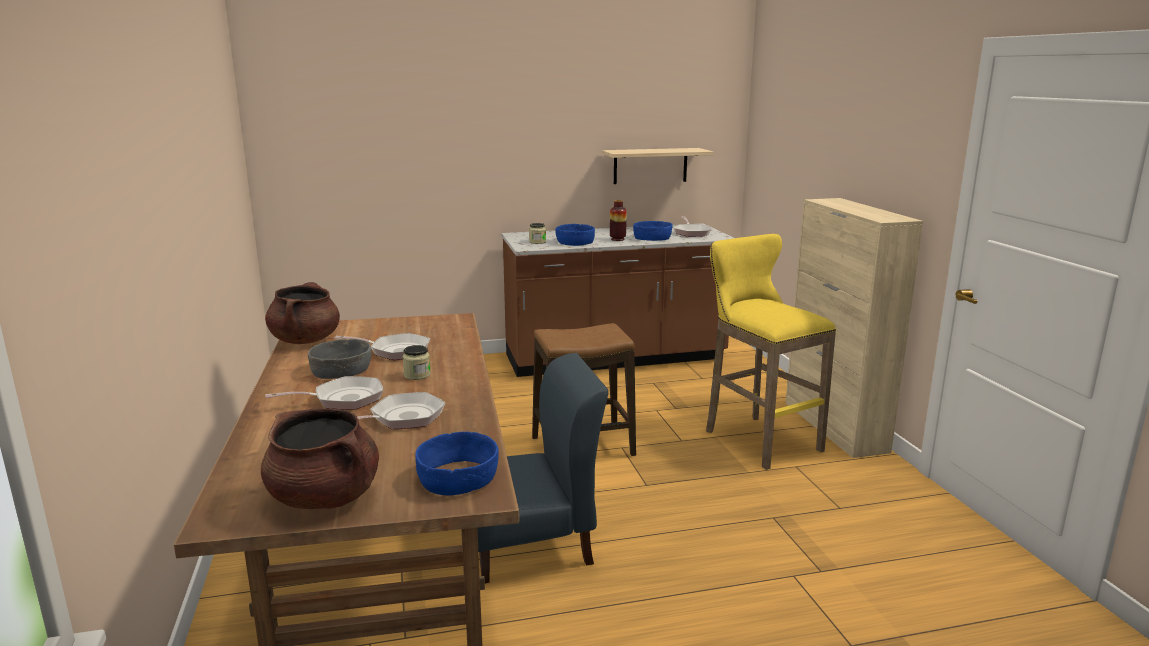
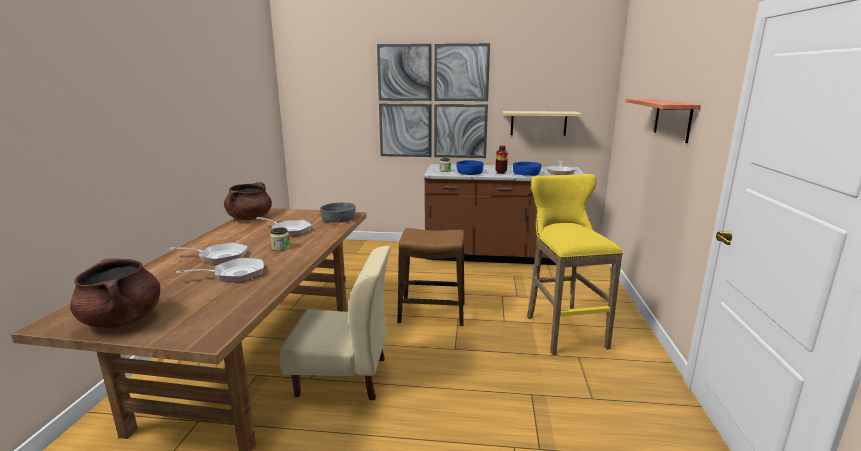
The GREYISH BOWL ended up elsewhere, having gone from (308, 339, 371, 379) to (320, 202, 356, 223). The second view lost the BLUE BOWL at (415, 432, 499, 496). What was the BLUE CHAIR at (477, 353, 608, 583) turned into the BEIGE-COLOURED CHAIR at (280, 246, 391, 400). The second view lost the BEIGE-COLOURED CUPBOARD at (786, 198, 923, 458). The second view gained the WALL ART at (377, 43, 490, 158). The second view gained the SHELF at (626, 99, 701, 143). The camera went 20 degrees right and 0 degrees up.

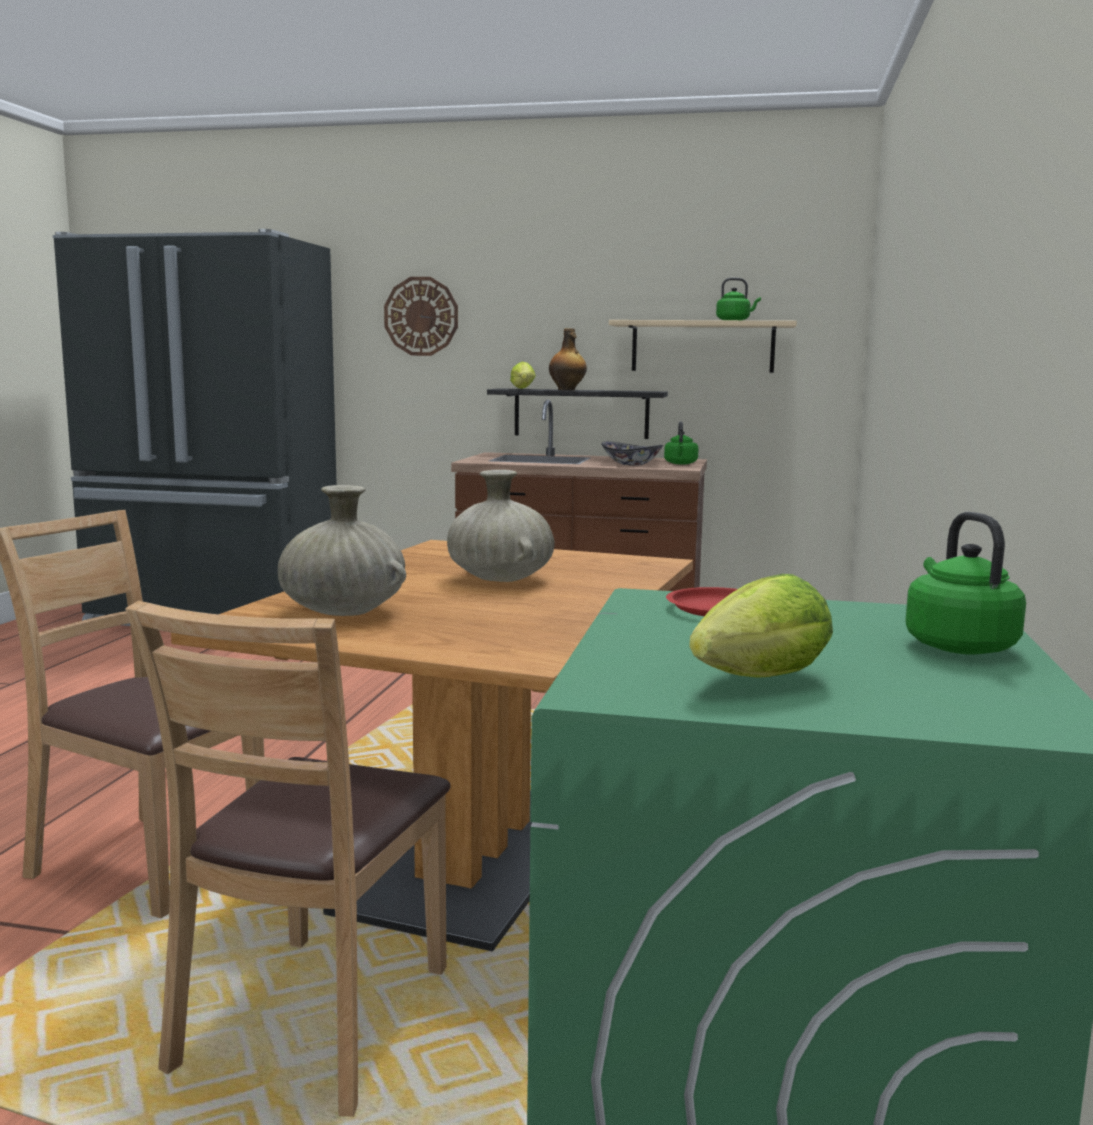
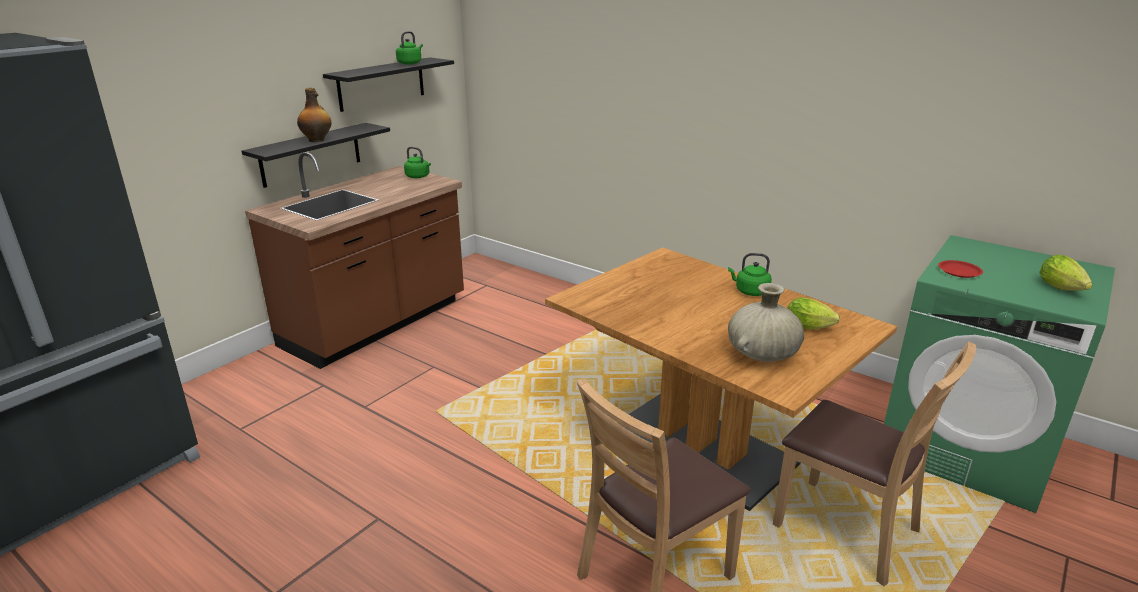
The second view lost the CLOCK ON THE WALL at (384, 277, 458, 356). The second view lost the BEIGE-COLOURED VASE at (447, 470, 555, 582). The LETTUCE ended up elsewhere, having gone from (510, 362, 536, 389) to (787, 297, 840, 330). The second view lost the BOWL at (601, 441, 663, 465). What was the BEIGE-COLOURED SHELF at (609, 320, 797, 373) turned into the BLACKISH SHELF at (323, 57, 454, 112). The GREENISH TEA KETTLE ended up elsewhere, having gone from (905, 512, 1026, 654) to (728, 253, 772, 296). The camera went 65 degrees left and 15 degrees up.

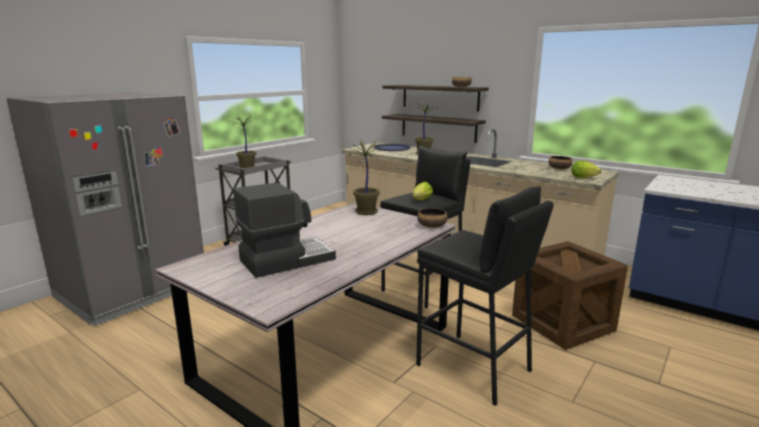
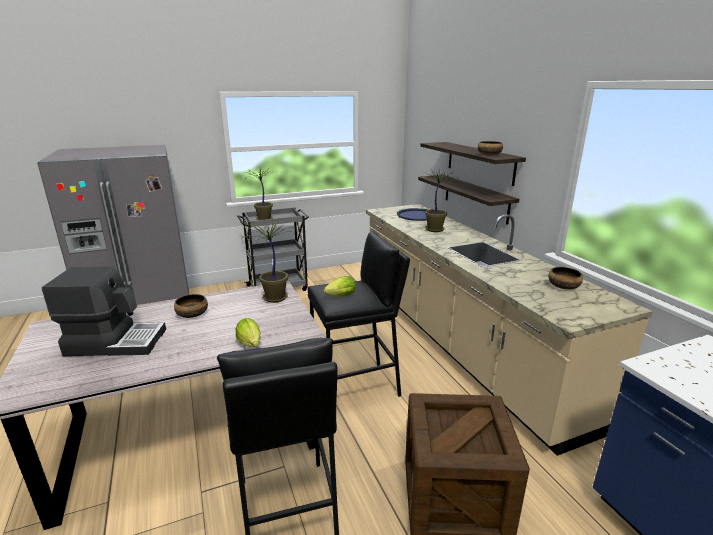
The BOWL ended up elsewhere, having gone from (417, 208, 448, 228) to (174, 294, 208, 318). The LETTUCE ended up elsewhere, having gone from (571, 161, 601, 178) to (236, 318, 261, 347). The camera went 30 degrees right and 5 degrees up.

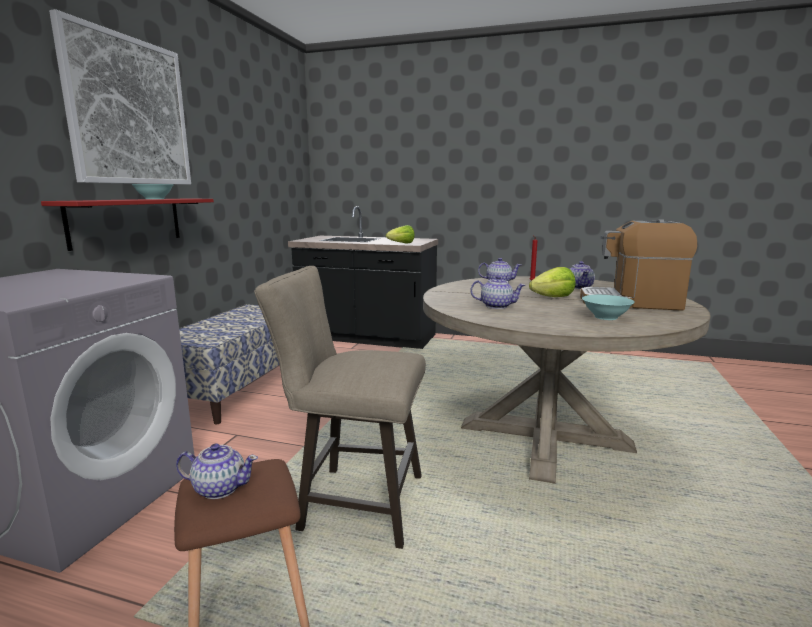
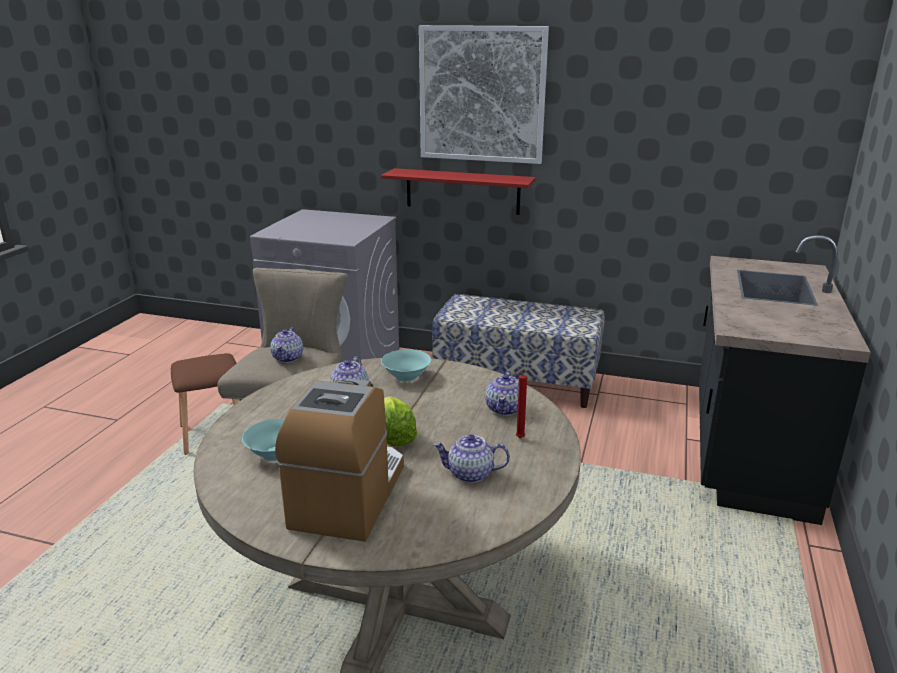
The TURQUOISE BOWL ended up elsewhere, having gone from (131, 184, 174, 199) to (381, 349, 431, 382). The TEA POT ended up elsewhere, having gone from (176, 443, 258, 499) to (270, 327, 303, 363). The second view lost the LETTUCE at (386, 225, 415, 244). The camera went 90 degrees right and 10 degrees up.

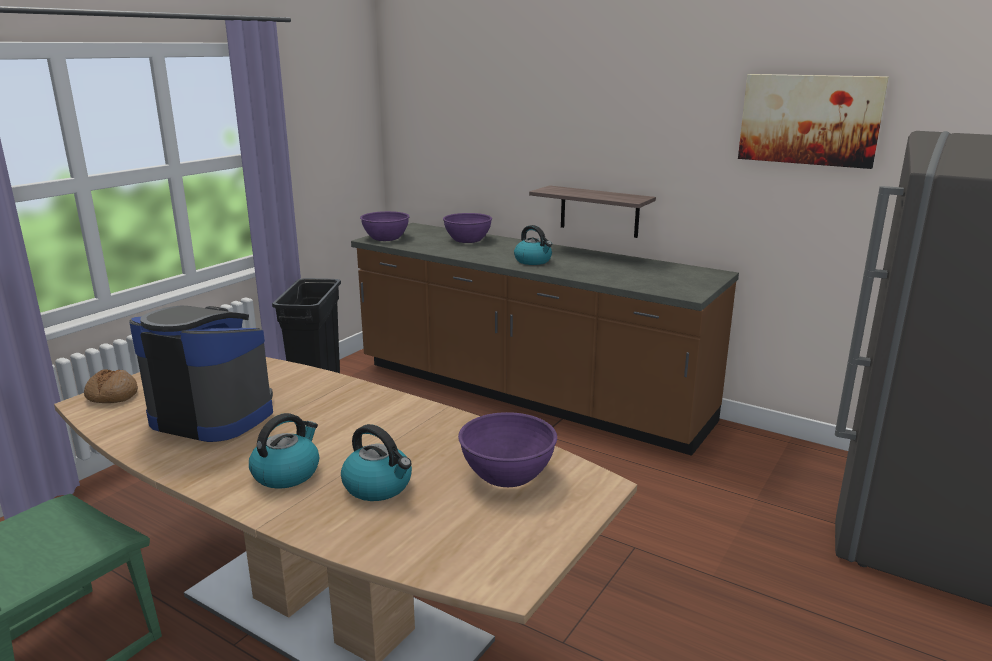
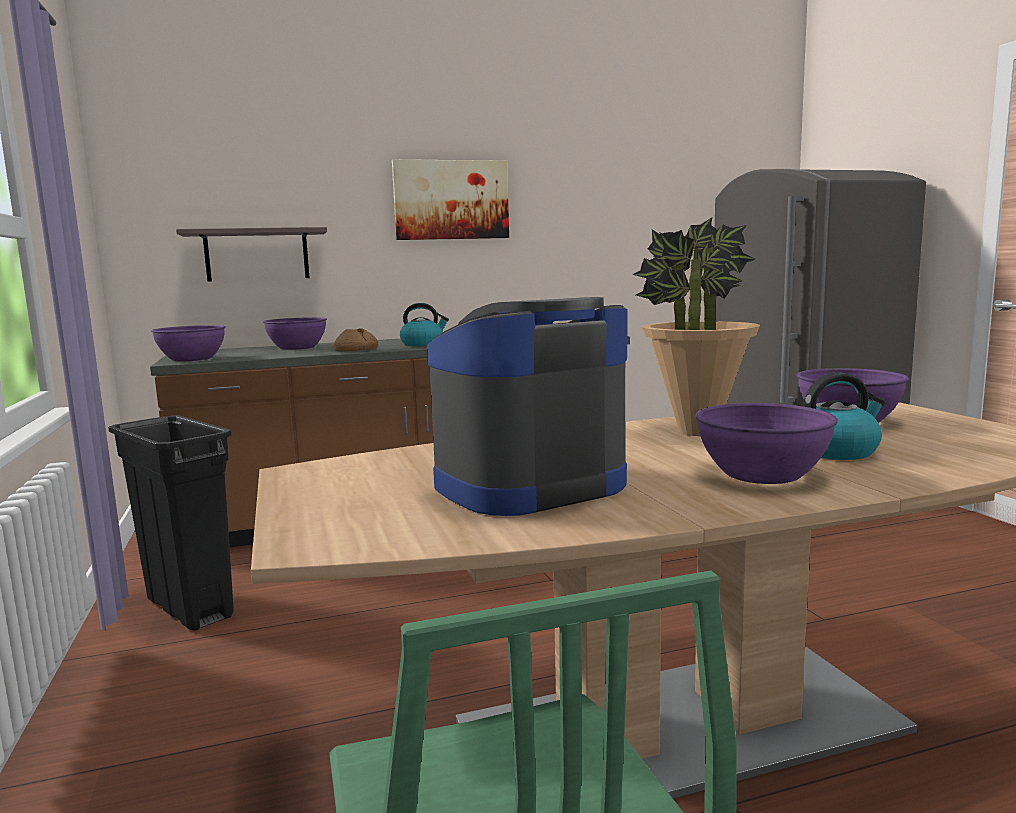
The BAKERY BREAD ended up elsewhere, having gone from (84, 369, 138, 403) to (334, 328, 378, 351). Where the TEA KETTLE stood at (249, 413, 319, 489), the PURPLE-COLOURED BOWL came to stand at (695, 403, 838, 484). The SHELF ended up elsewhere, having gone from (529, 185, 656, 238) to (176, 227, 327, 281). The WALL ART ended up elsewhere, having gone from (738, 74, 889, 169) to (392, 159, 509, 240). The second view gained the HOUSEPLANT at (632, 217, 760, 436). The camera went 50 degrees left and 10 degrees down.

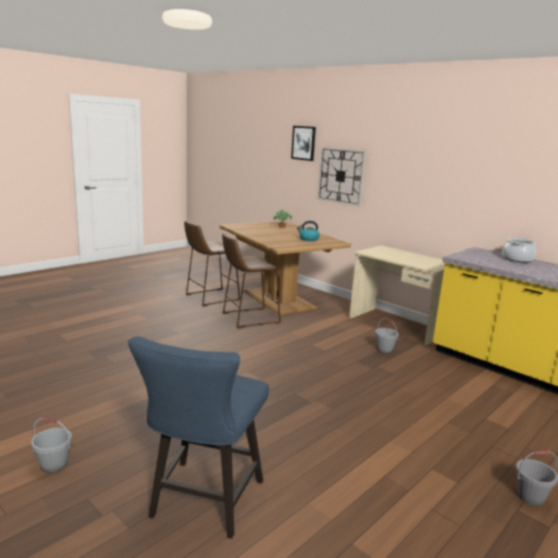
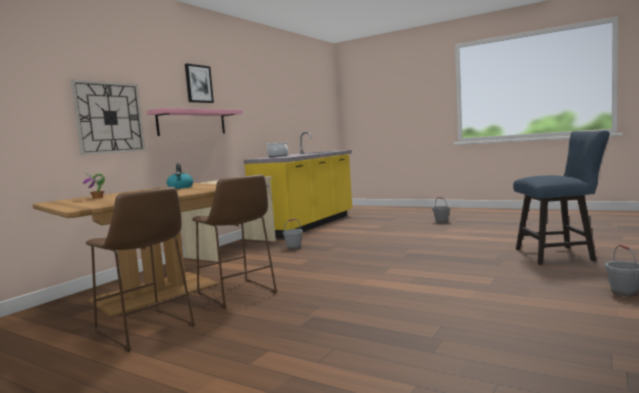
The WALL ART ended up elsewhere, having gone from (291, 126, 316, 161) to (185, 63, 214, 103). The second view gained the PINK SHELF at (147, 108, 243, 136). The camera went 100 degrees left and 10 degrees down.

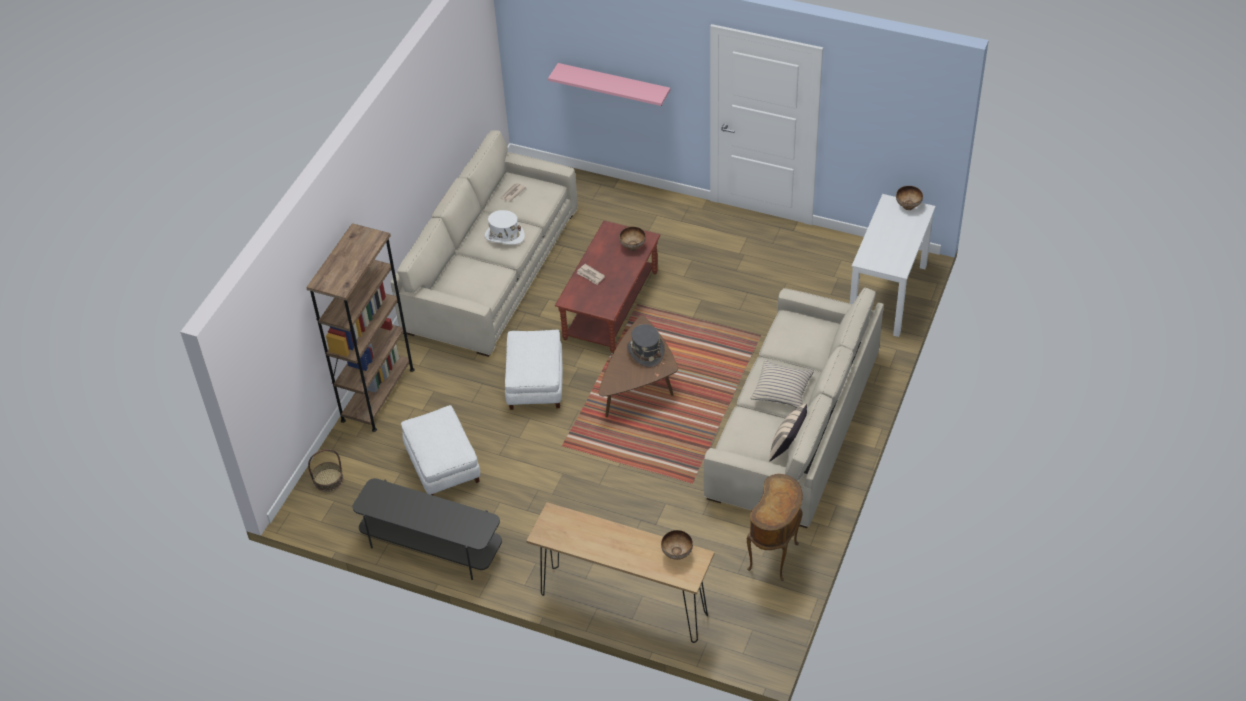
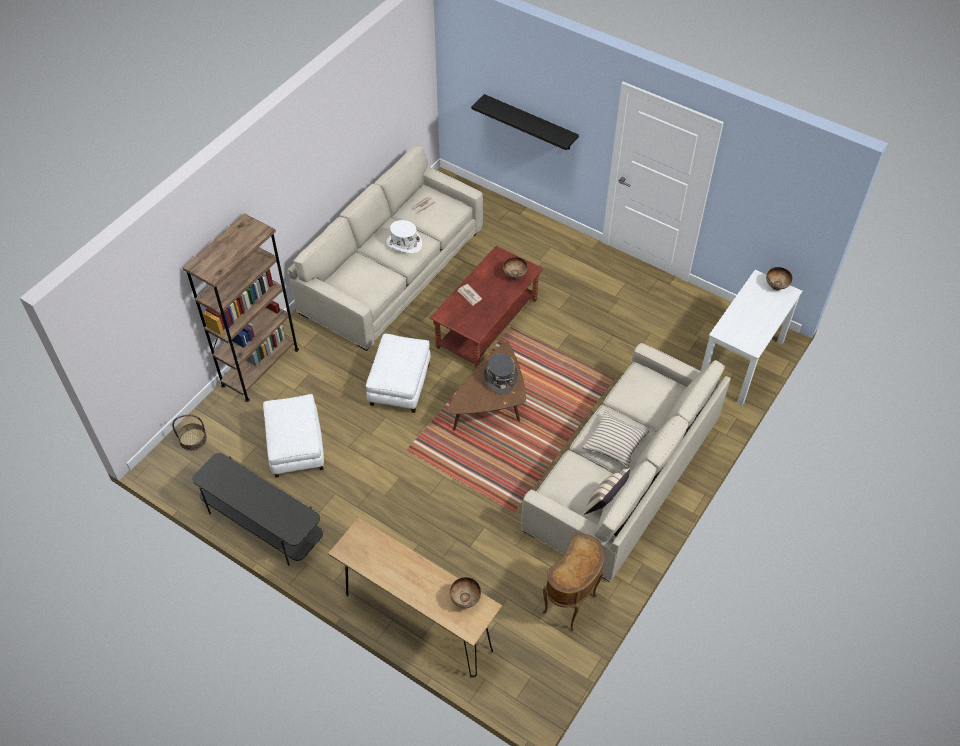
What was the PINK SHELF at (548, 63, 670, 106) turned into the BLACKISH SHELF at (471, 94, 579, 150). The camera went 10 degrees right and 5 degrees up.

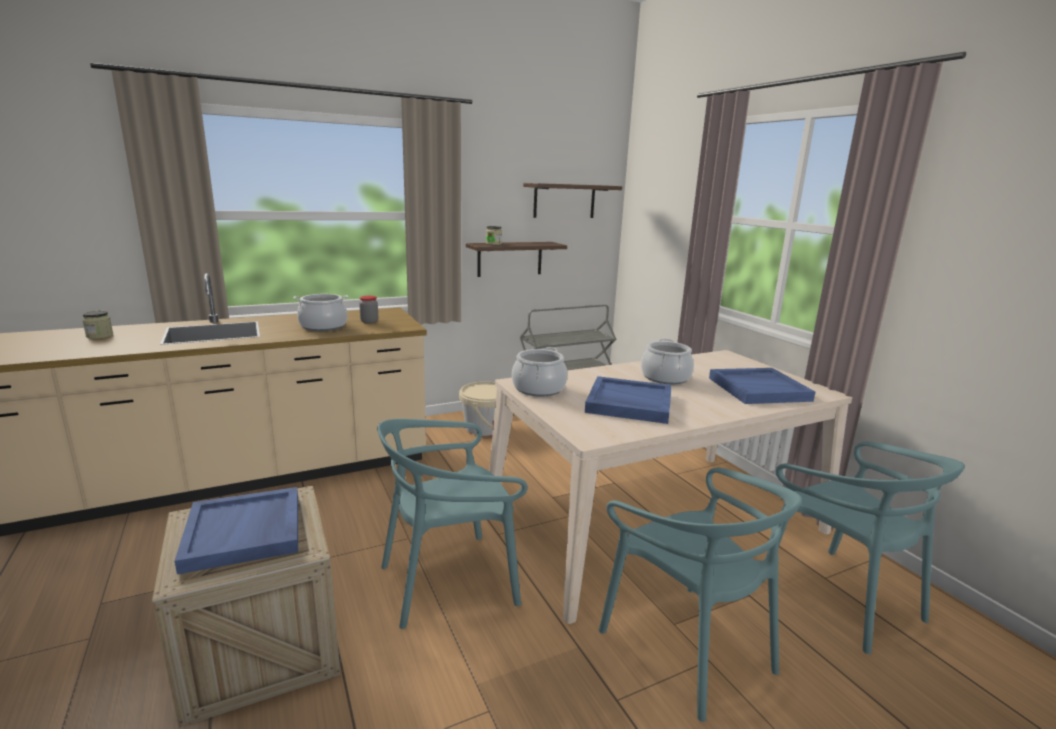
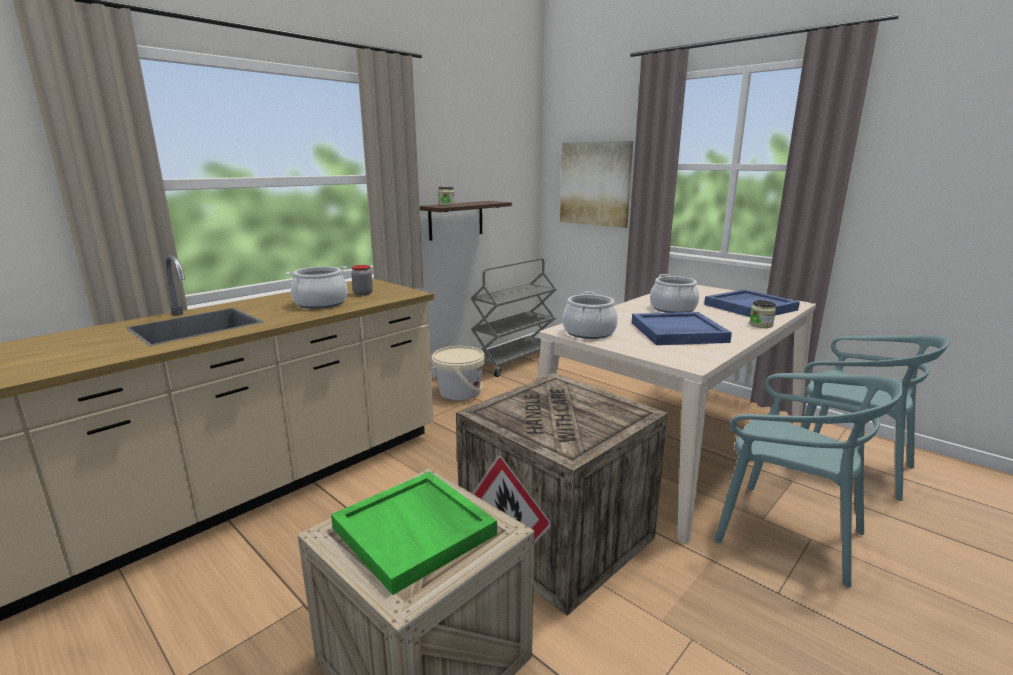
The STORAGE JAR ended up elsewhere, having gone from (82, 311, 113, 339) to (749, 300, 776, 328). What was the BLUE TRAY at (175, 487, 298, 574) turned into the GREENISH TRAY at (331, 471, 497, 595). Where the TURQUOISE CHAIR stood at (377, 419, 528, 629), the PACKING CRATE came to stand at (456, 373, 668, 616). The second view lost the SHELF at (523, 183, 622, 218). The second view gained the WALL ART at (560, 141, 633, 228). The camera went 20 degrees left and 0 degrees up.

